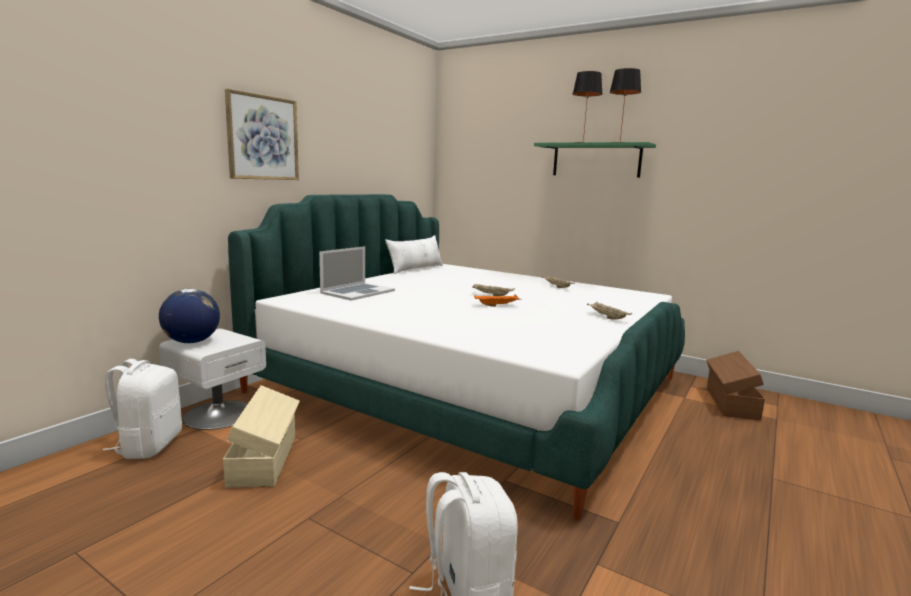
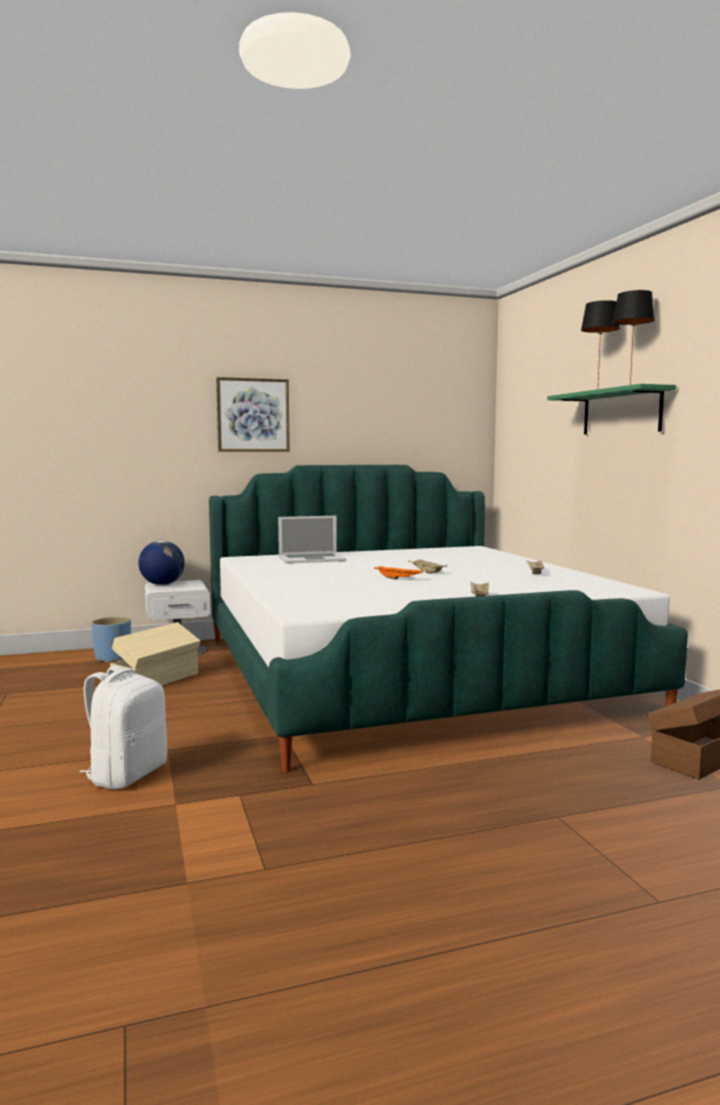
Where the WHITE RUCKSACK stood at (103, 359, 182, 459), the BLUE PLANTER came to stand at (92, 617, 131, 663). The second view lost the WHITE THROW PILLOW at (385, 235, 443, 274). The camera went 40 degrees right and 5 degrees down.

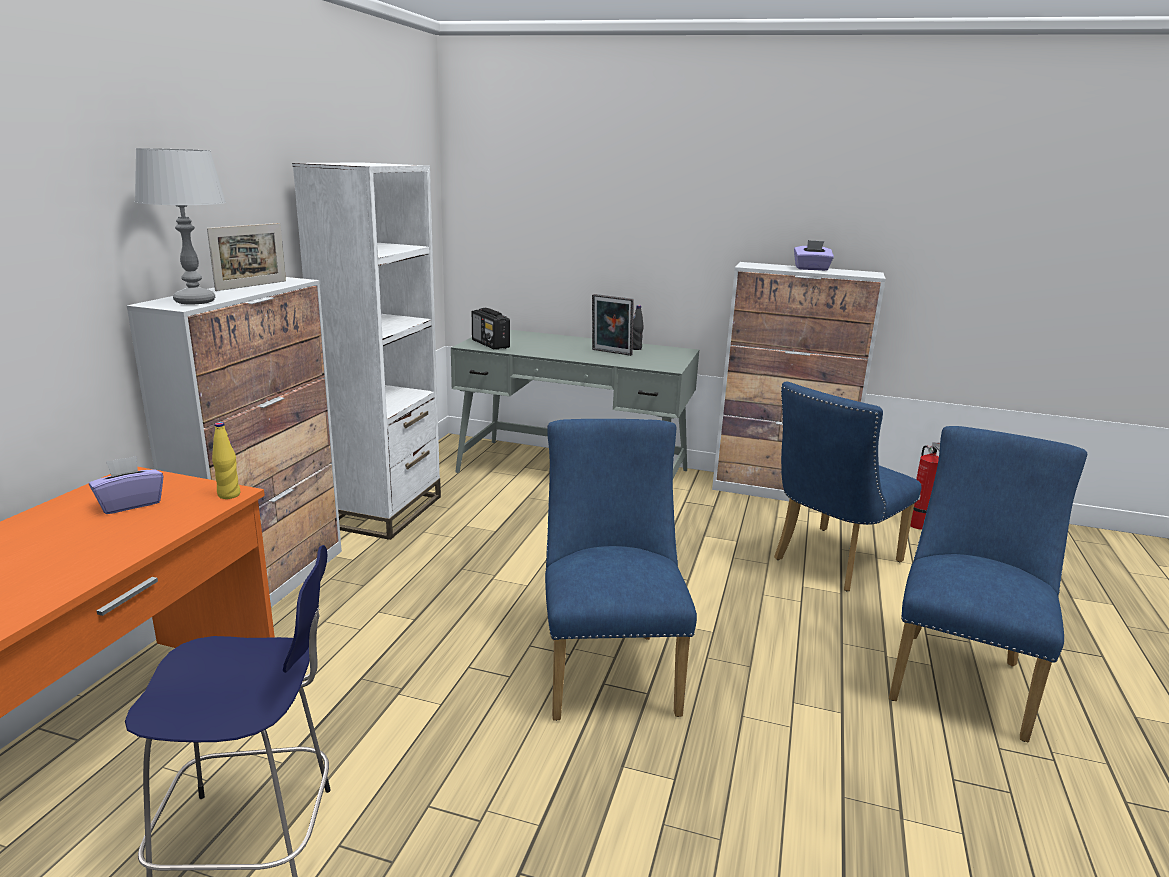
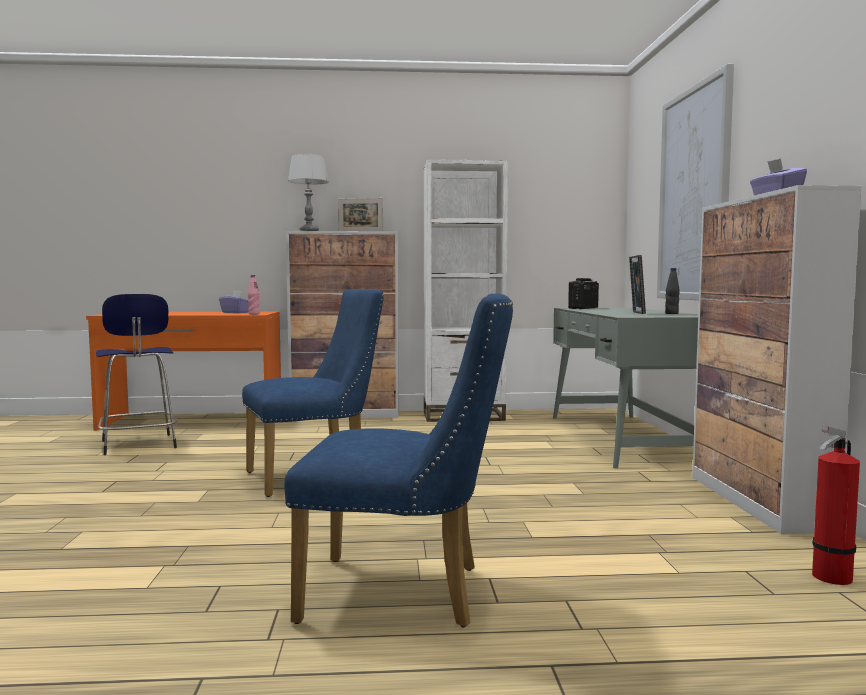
What was the YELLOWISH BOTTLE at (212, 422, 240, 499) turned into the PINK BOTTLE at (248, 275, 260, 315). The second view lost the BLUE CHAIR at (774, 382, 921, 591). The second view gained the WALL ART at (657, 64, 734, 300). The camera went 70 degrees right and 15 degrees down.

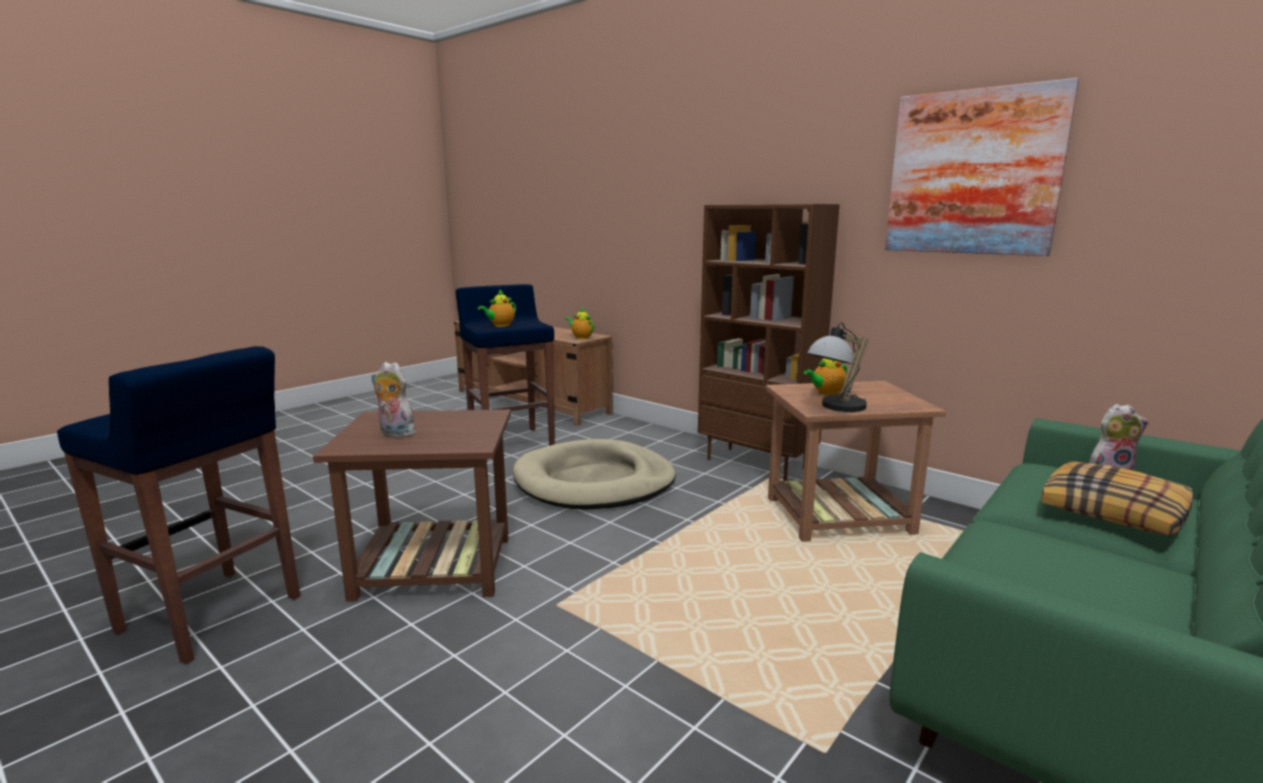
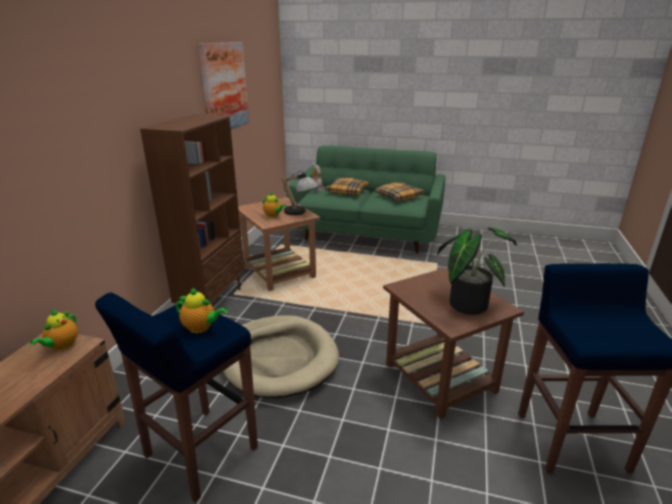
Where the PLUSH TOY stood at (372, 362, 416, 438), the HOUSEPLANT came to stand at (437, 227, 517, 315). The second view gained the THROW PILLOW at (375, 182, 424, 201). The camera went 115 degrees left and 10 degrees up.

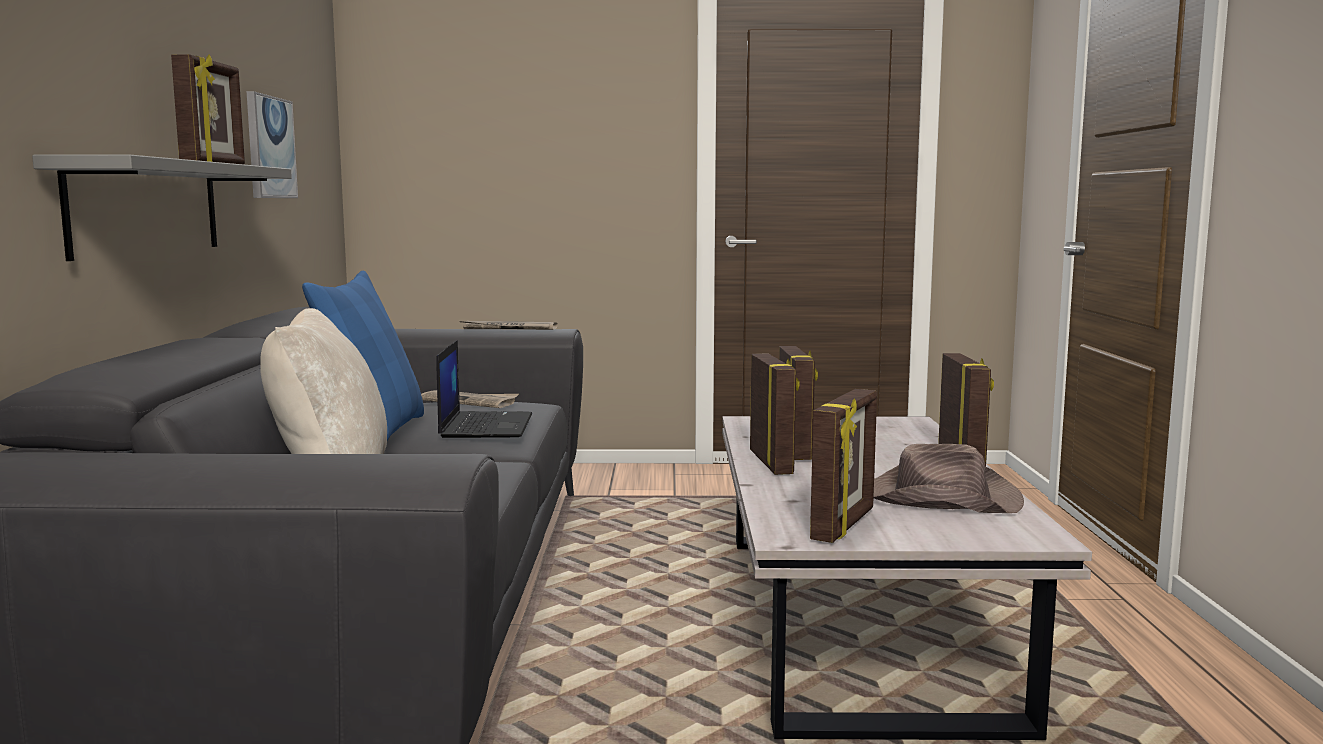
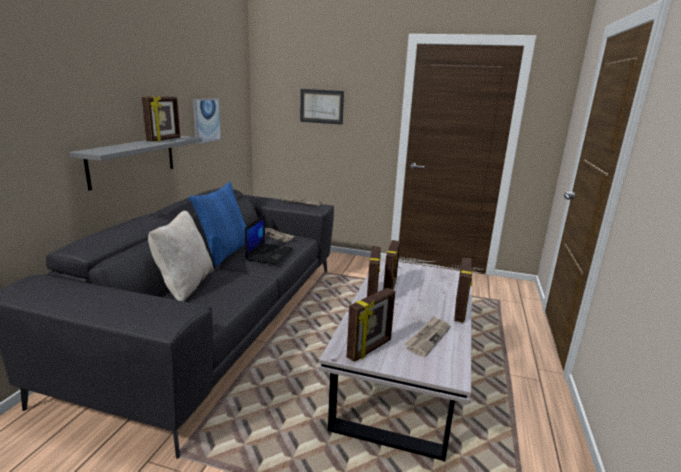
Where the BROWNISH WEARABLE HAT stood at (873, 444, 1024, 513), the DAILY PAPER came to stand at (404, 316, 451, 357). The second view gained the WALL ART at (300, 89, 344, 125). The camera went 15 degrees right and 10 degrees up.

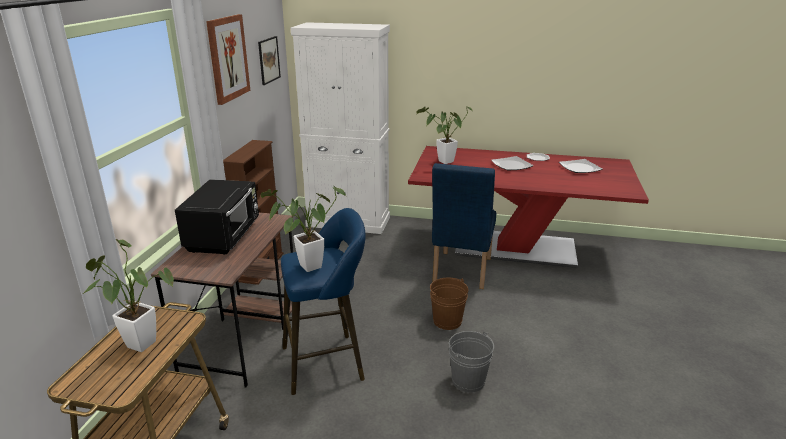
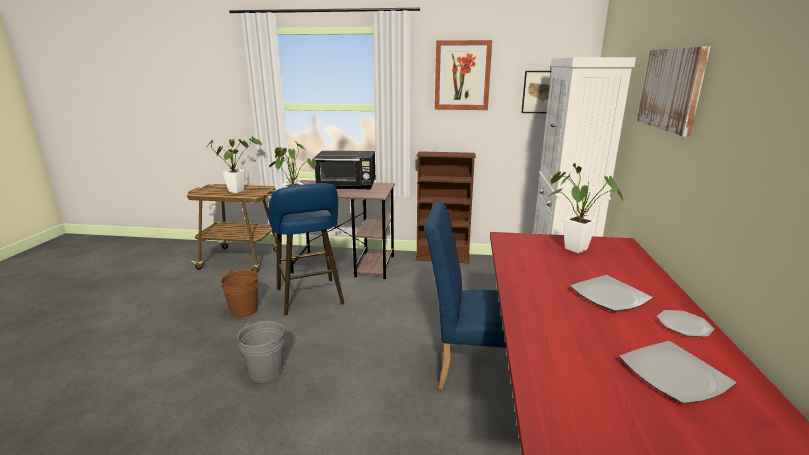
The BROWNISH WATER BUCKET ended up elsewhere, having gone from (430, 278, 468, 330) to (221, 270, 259, 317). The second view gained the WALL ART at (637, 46, 711, 137). The camera went 85 degrees right and 5 degrees down.

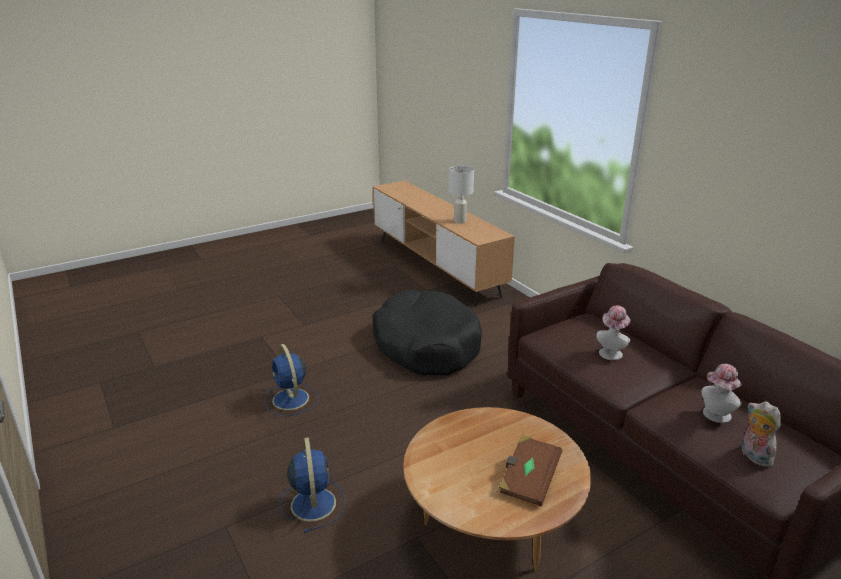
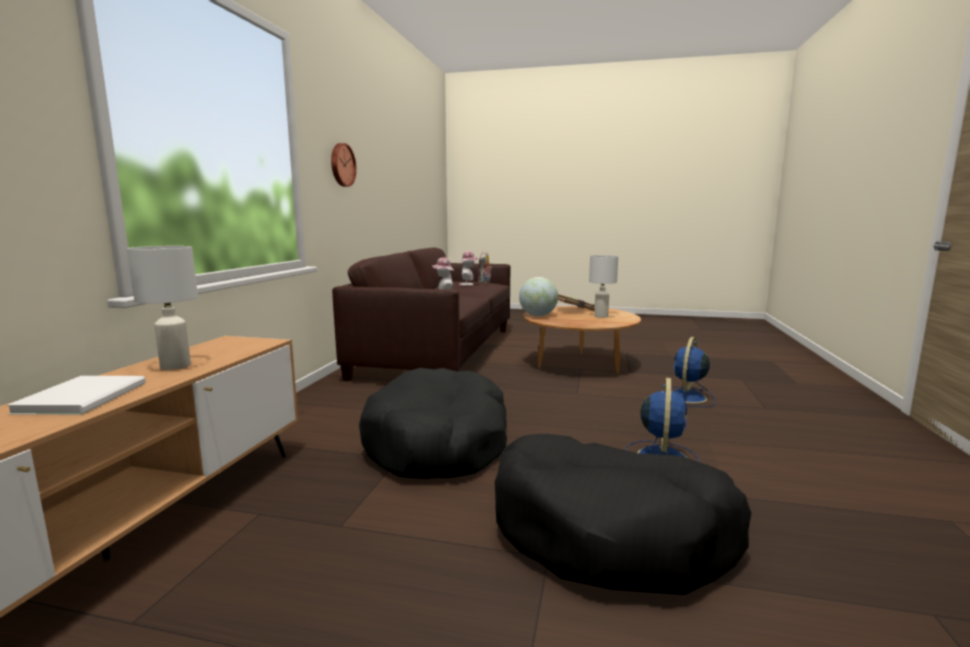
The second view gained the WHITE BOUND BOOK at (7, 376, 146, 415). The second view gained the CLOCK ON THE WALL at (331, 143, 357, 187). The second view gained the BLACKISH DOG BED at (495, 434, 752, 595). The second view gained the WORLD GLOBE at (519, 277, 558, 316). The second view gained the WHITE LAMP FOR A TABLE at (589, 255, 618, 318). The camera went 135 degrees left and 15 degrees down.

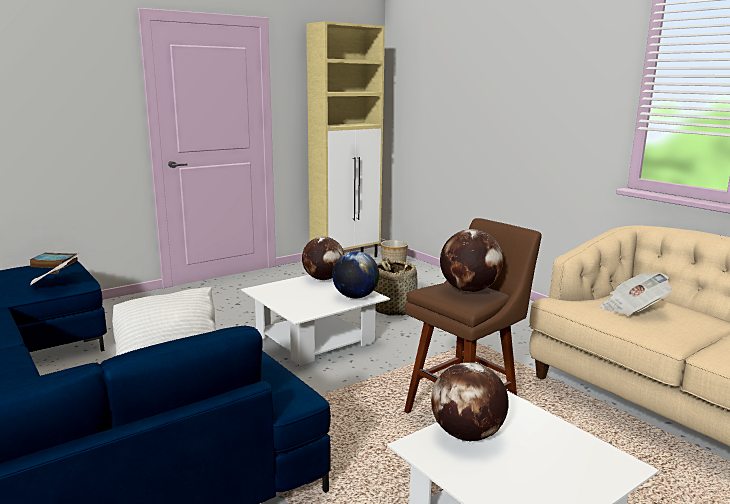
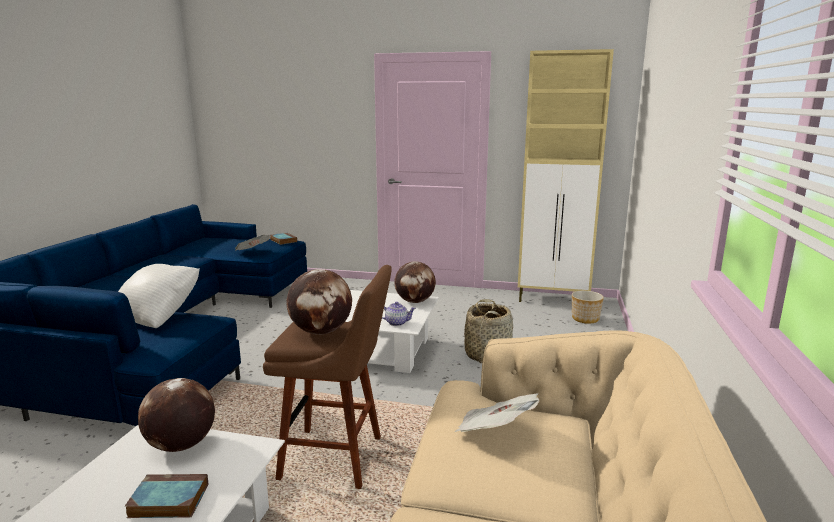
Where the WORLD GLOBE stood at (332, 251, 379, 299), the TEA POT came to stand at (382, 302, 416, 326). The second view gained the BOUND BOOK at (124, 474, 208, 518). The camera went 50 degrees right and 0 degrees up.

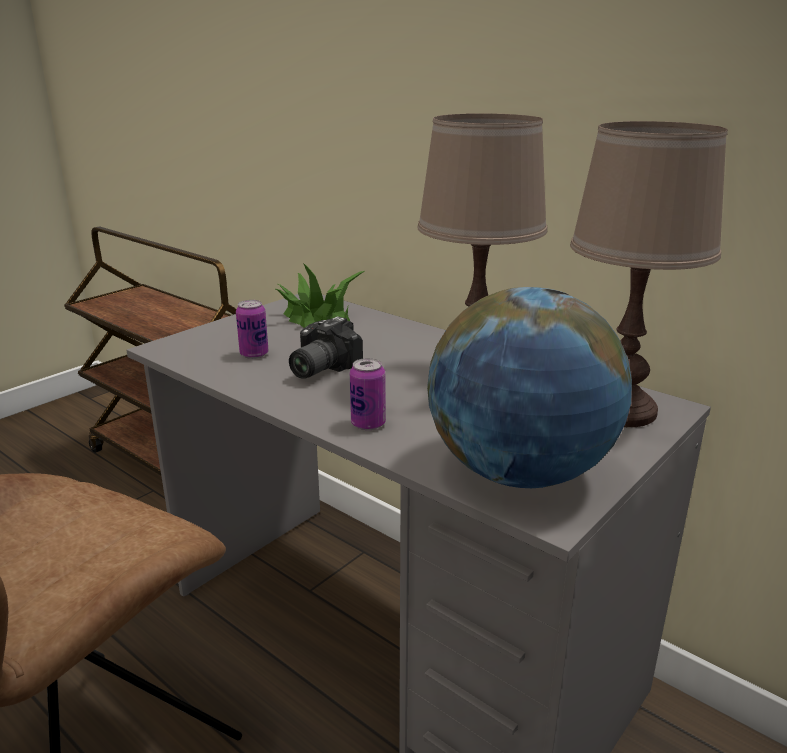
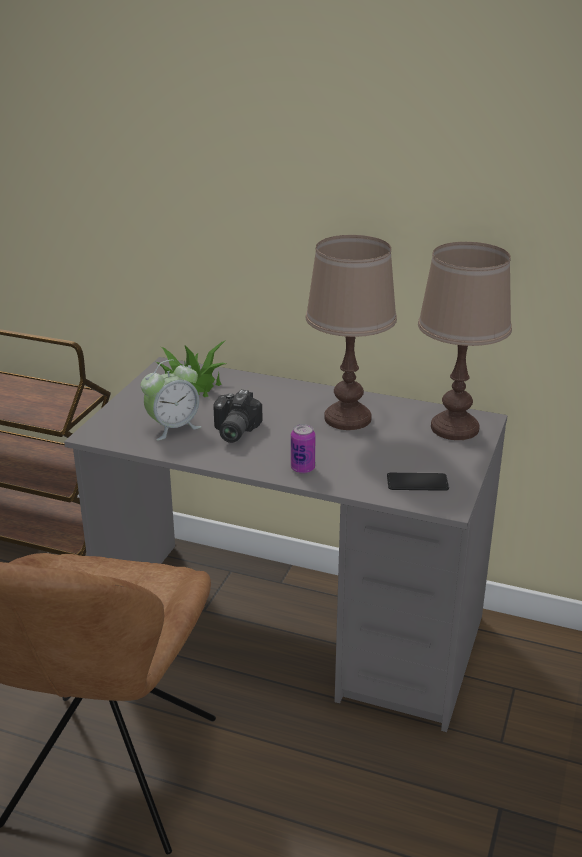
Where the CAN stood at (236, 300, 268, 359), the ALARM CLOCK came to stand at (141, 360, 202, 440). Where the WORLD GLOBE stood at (427, 287, 632, 488), the TELEPHONE came to stand at (387, 473, 449, 491). The camera went 20 degrees left and 5 degrees up.

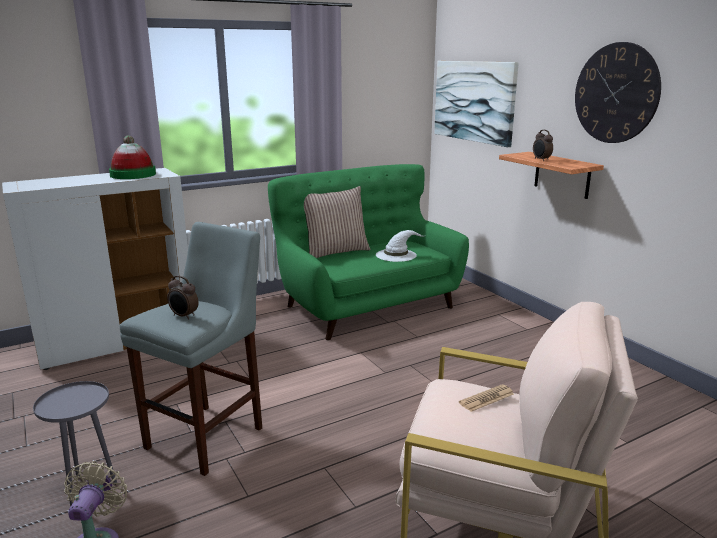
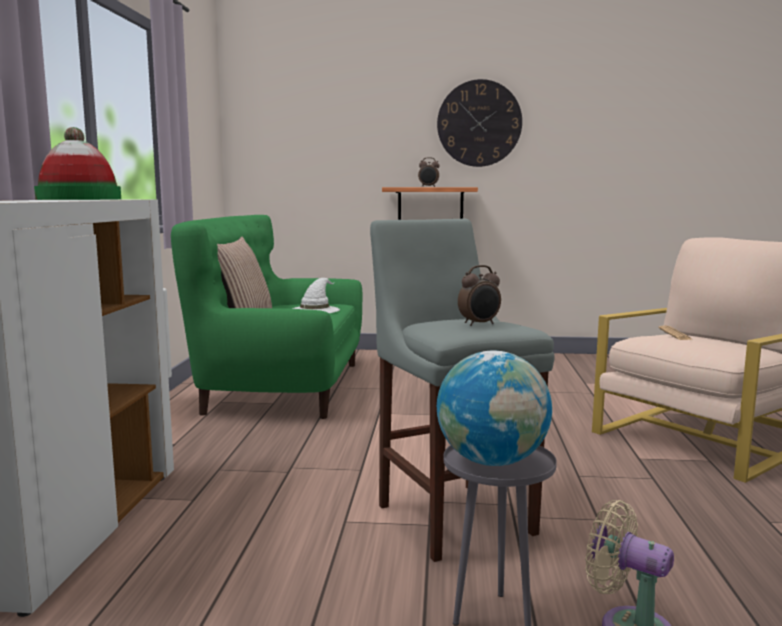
The second view lost the WALL ART at (434, 61, 519, 147). The second view gained the WORLD GLOBE at (437, 351, 552, 466). The camera went 55 degrees left and 10 degrees down.

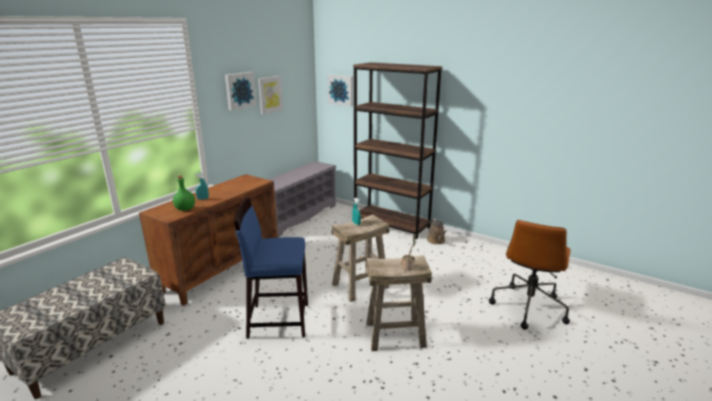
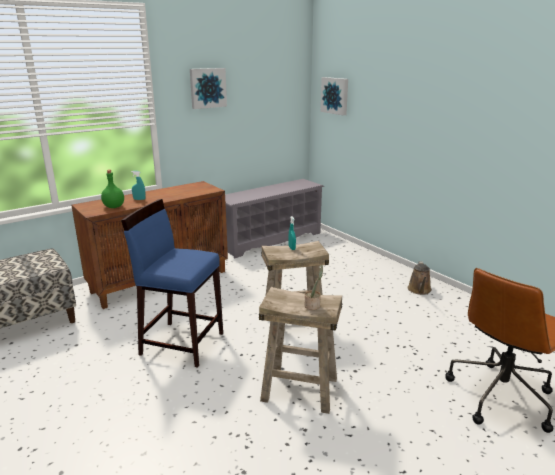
The second view lost the WALL ART at (258, 76, 283, 114). The second view lost the BROWNISH BOOKCASE at (353, 62, 442, 239). The camera went 20 degrees right and 0 degrees up.

